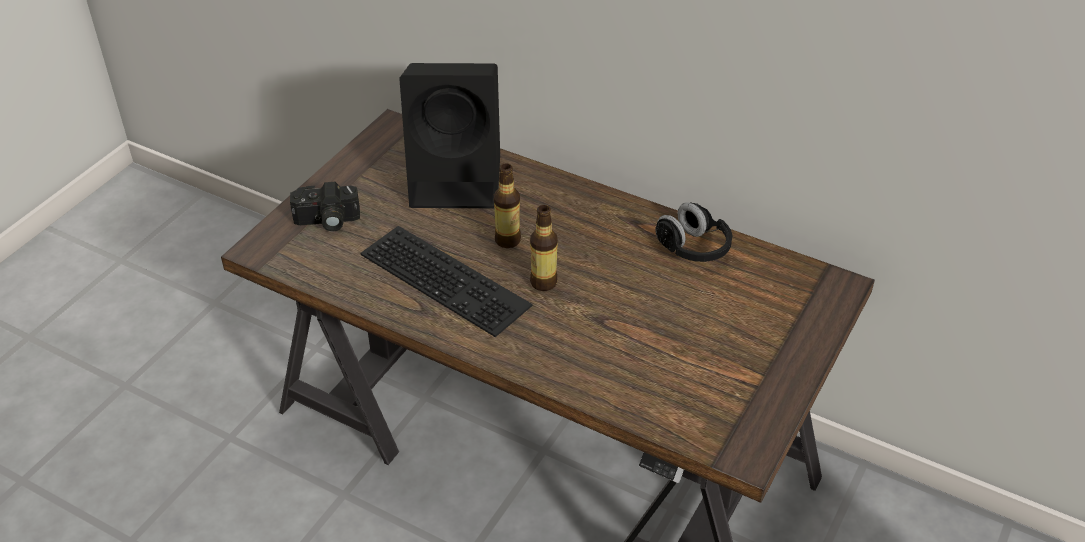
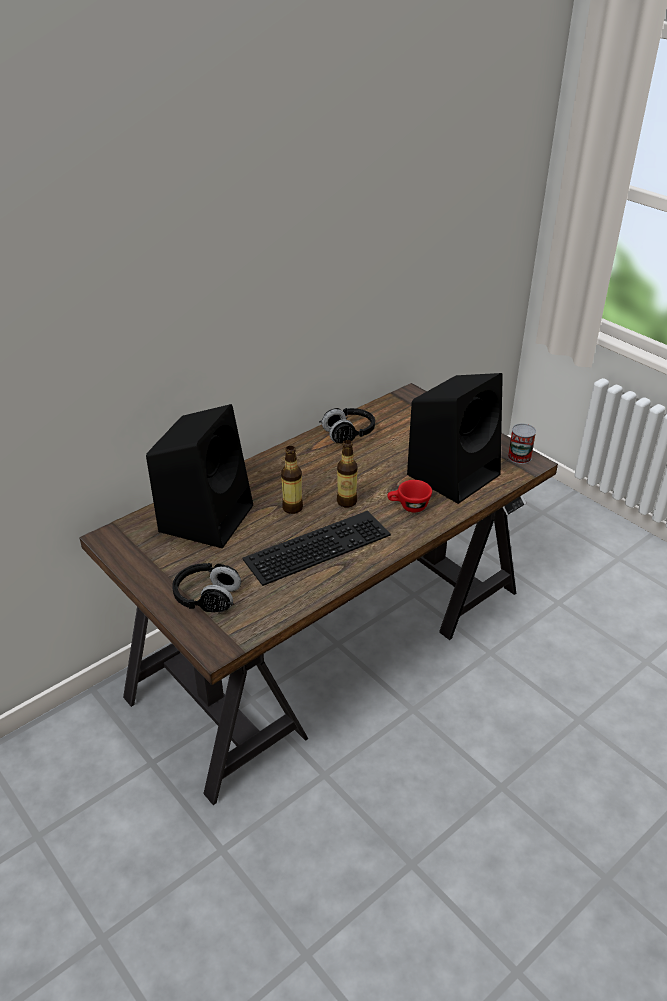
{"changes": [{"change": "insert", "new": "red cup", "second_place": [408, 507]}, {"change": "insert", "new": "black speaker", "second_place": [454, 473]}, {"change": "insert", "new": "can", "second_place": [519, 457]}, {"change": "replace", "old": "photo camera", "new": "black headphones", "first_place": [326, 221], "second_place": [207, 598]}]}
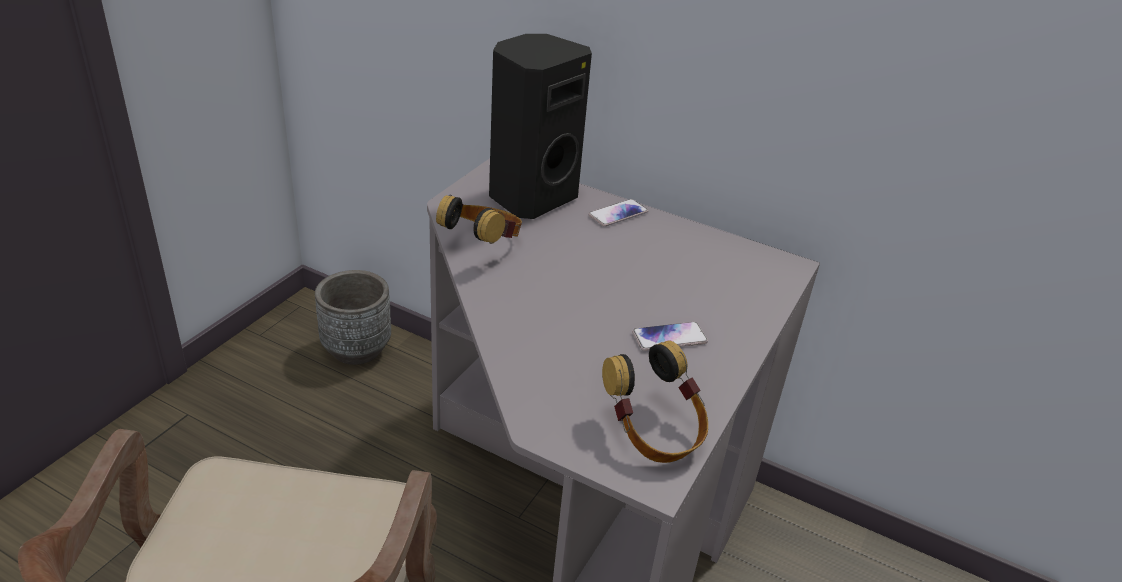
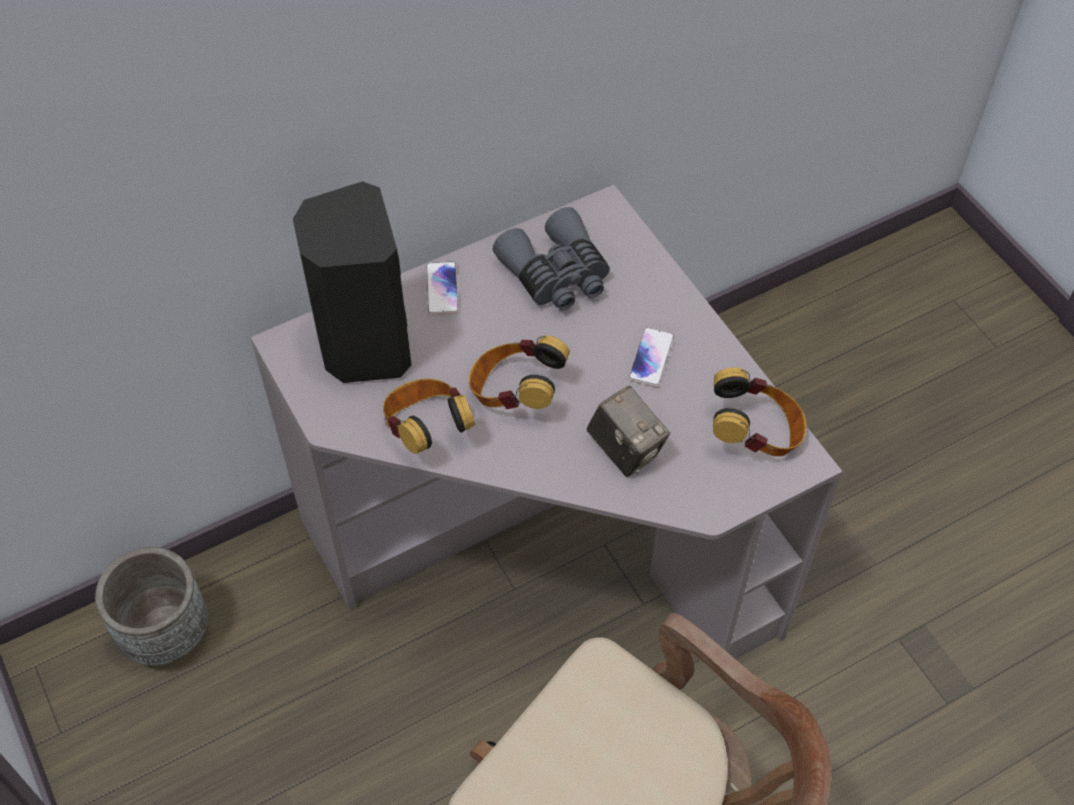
{"changes": [{"change": "insert", "new": "headphones", "second_place": [515, 393]}, {"change": "insert", "new": "grey binoculars", "second_place": [556, 274]}, {"change": "insert", "new": "photo camera", "second_place": [625, 450]}]}
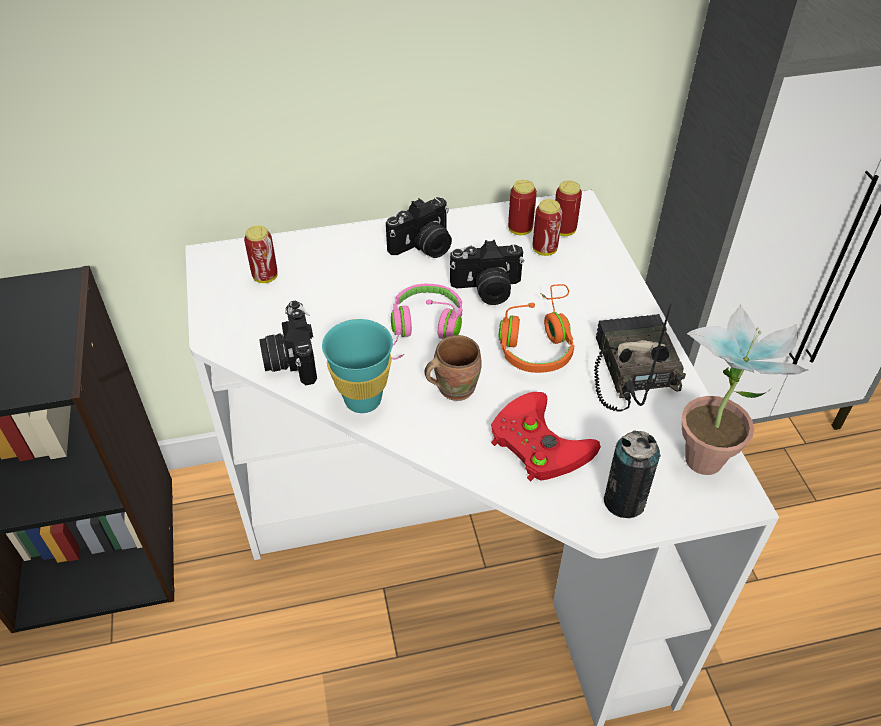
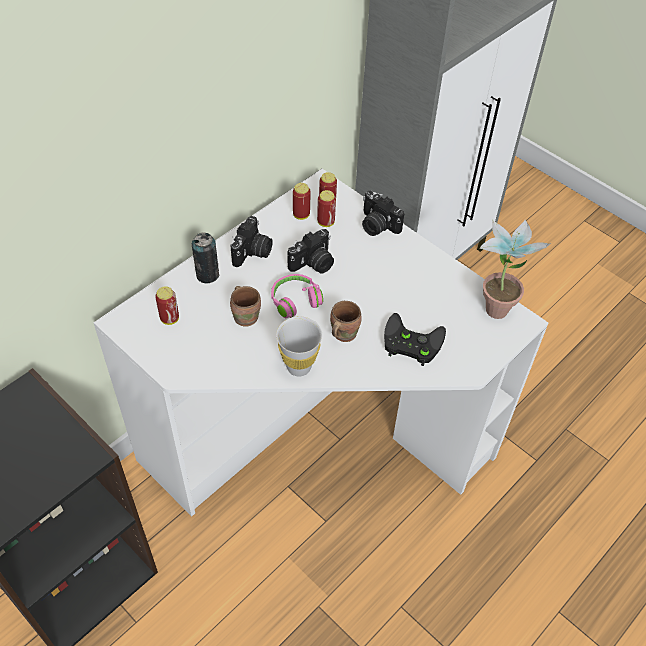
{"changes": [{"change": "delete", "old": "orange headphones", "first_place": [537, 341]}, {"change": "delete", "old": "radio", "first_place": [630, 369]}, {"change": "insert", "new": "brown mug", "second_place": [246, 316]}, {"change": "move", "old": "photo camera", "first_place": [290, 359], "second_place": [377, 225]}, {"change": "move", "old": "can", "first_place": [624, 501], "second_place": [207, 275]}, {"change": "recolor", "old": "turquoise cup", "new": "white cup", "first_place": [363, 400], "second_place": [299, 367]}, {"change": "recolor", "old": "red game controller", "new": "black game controller", "first_place": [535, 442], "second_place": [409, 343]}]}
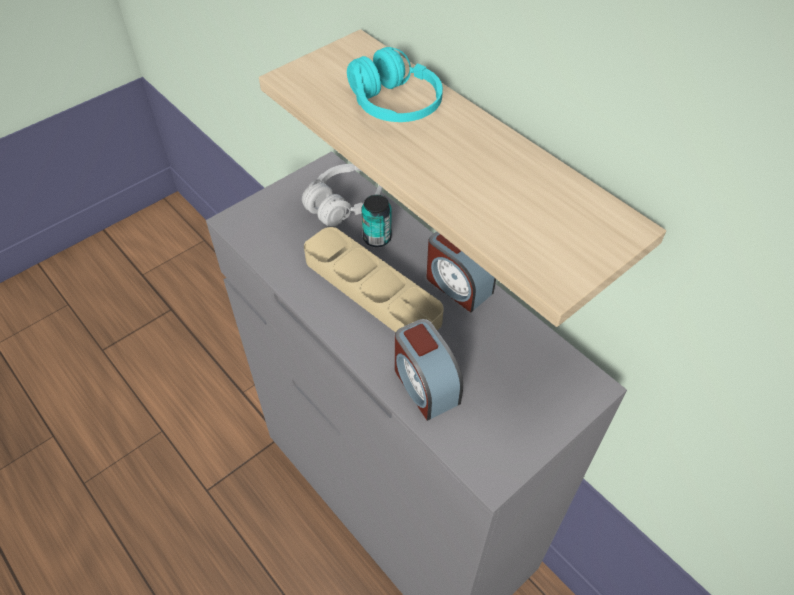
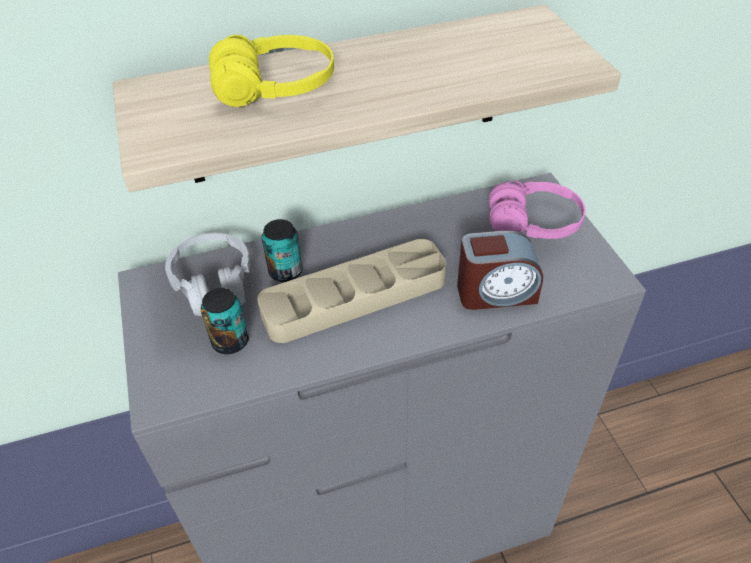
{"changes": [{"change": "delete", "old": "alarm clock", "first_place": [457, 285]}, {"change": "insert", "new": "can", "second_place": [230, 341]}, {"change": "insert", "new": "pink headphones", "second_place": [533, 223]}, {"change": "recolor", "old": "turquoise headphones", "new": "yellow headphones", "first_place": [394, 104], "second_place": [275, 88]}]}
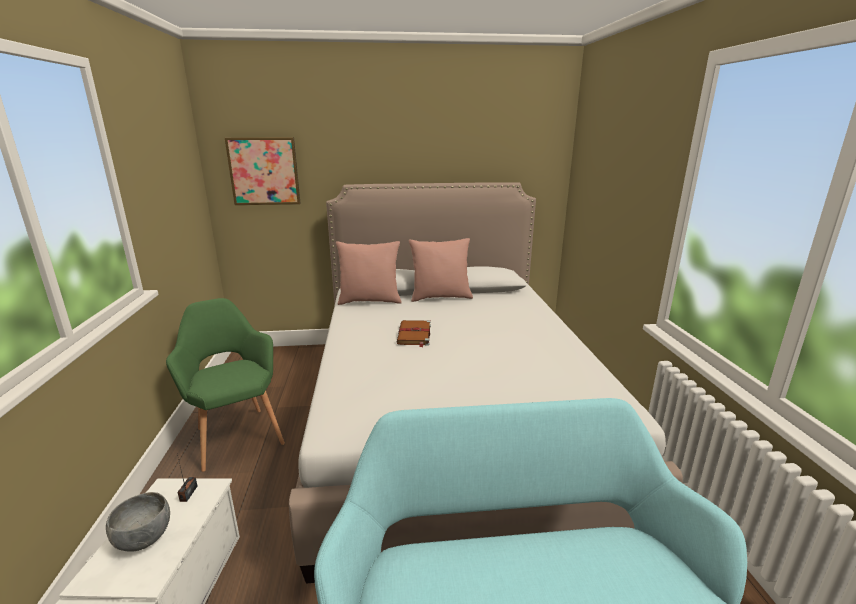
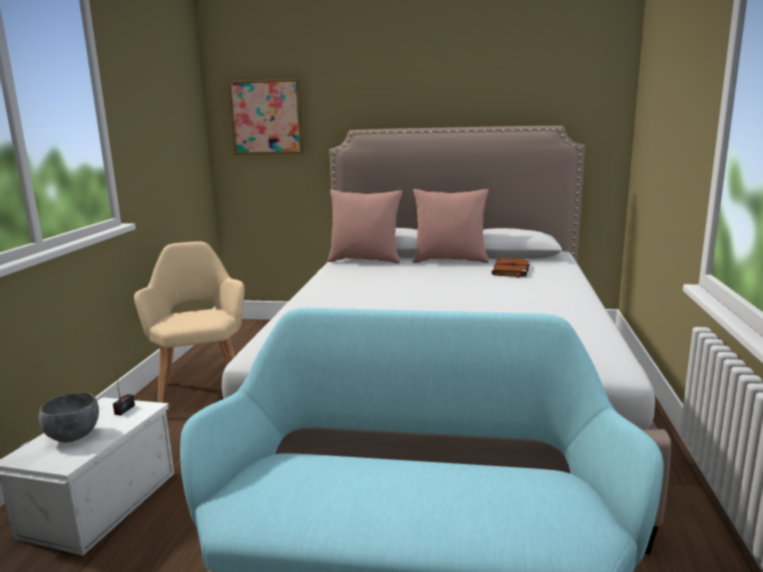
{"changes": [{"change": "move", "old": "brown book", "first_place": [414, 335], "second_place": [511, 270]}, {"change": "recolor", "old": "green armchair", "new": "beige armchair", "first_place": [236, 434], "second_place": [202, 391]}]}
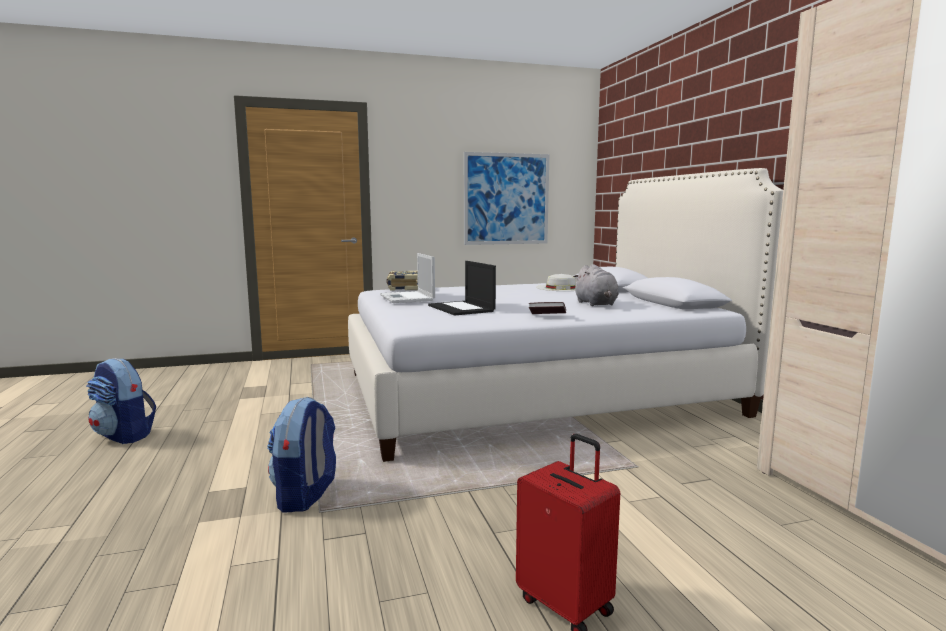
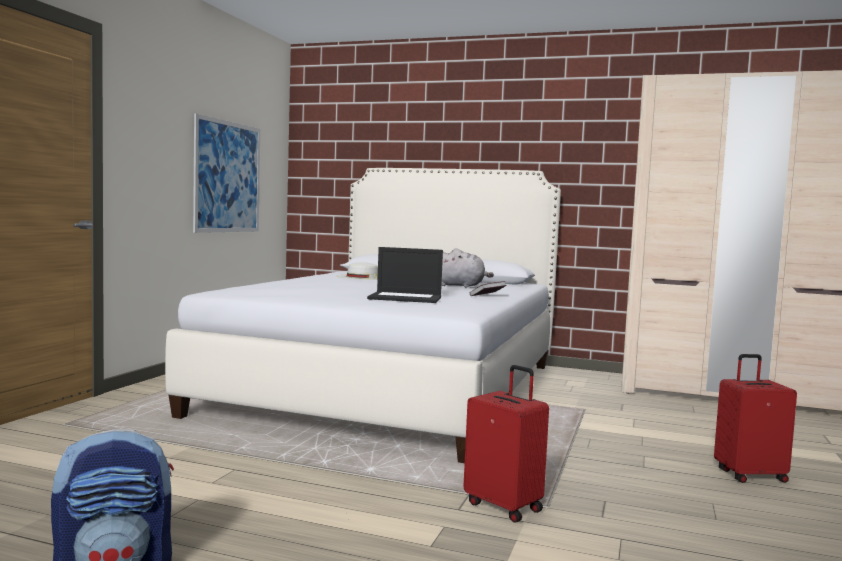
{"changes": [{"change": "delete", "old": "laptop", "first_place": [407, 298]}, {"change": "delete", "old": "book", "first_place": [403, 288]}, {"change": "replace", "old": "backpack", "new": "red suitcase", "first_place": [306, 496], "second_place": [504, 506]}]}
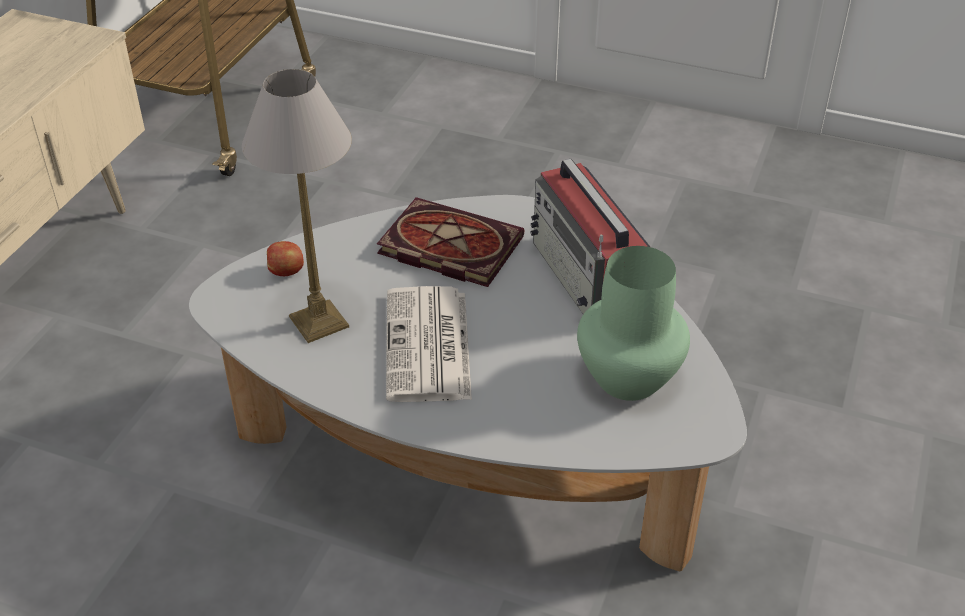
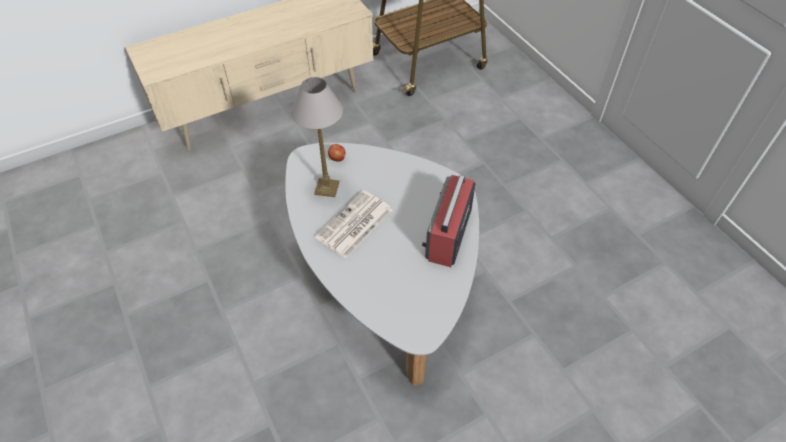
{"changes": [{"change": "delete", "old": "book", "first_place": [446, 247]}, {"change": "delete", "old": "green vase", "first_place": [627, 377]}]}
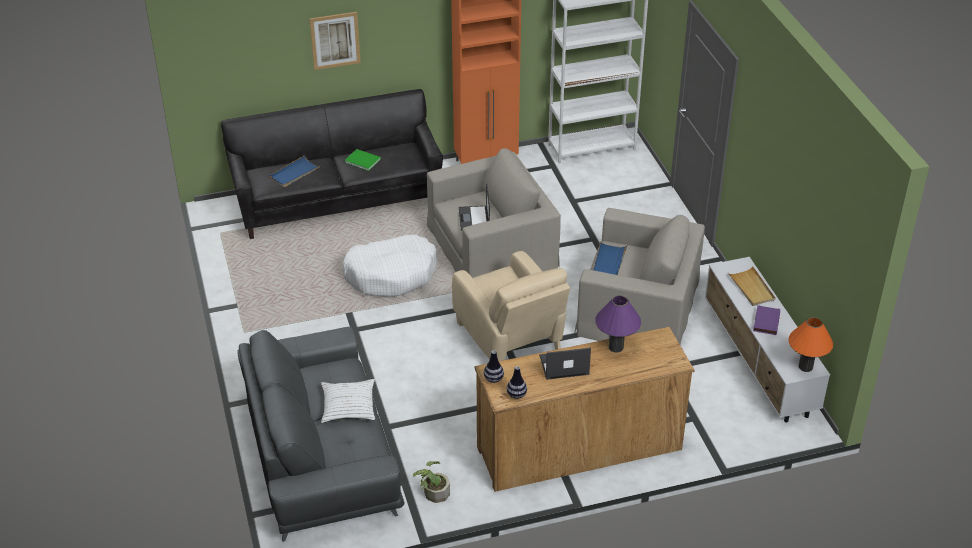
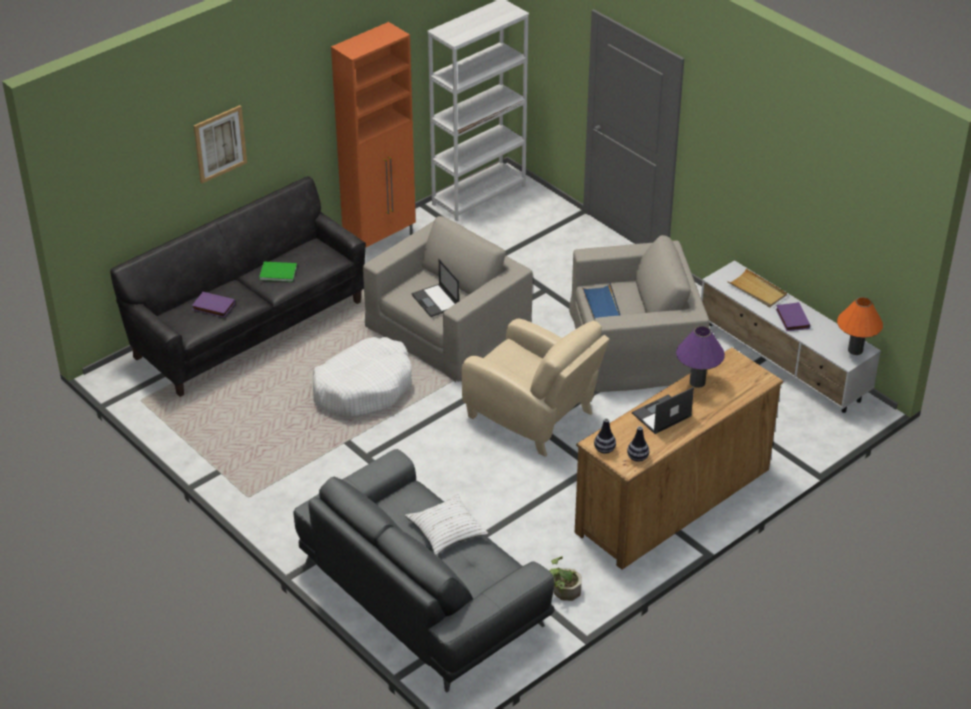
{"changes": [{"change": "replace", "old": "blue tray", "new": "purple book", "first_place": [294, 173], "second_place": [213, 307]}]}
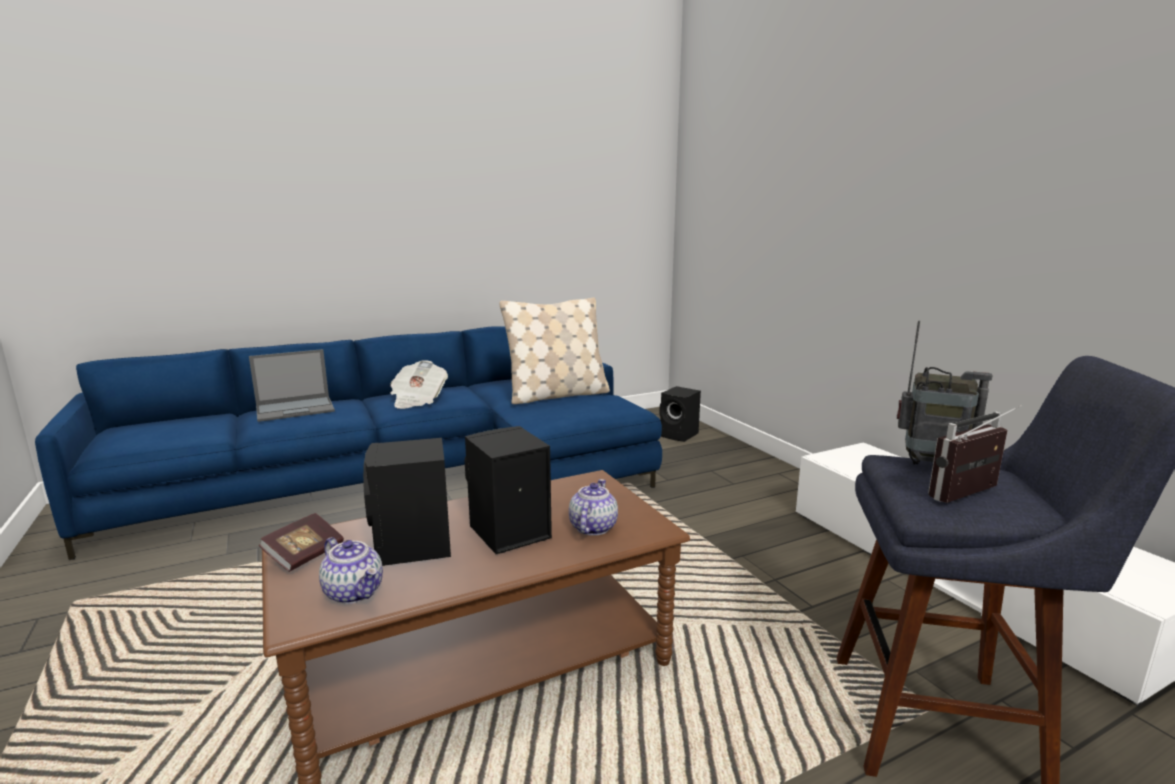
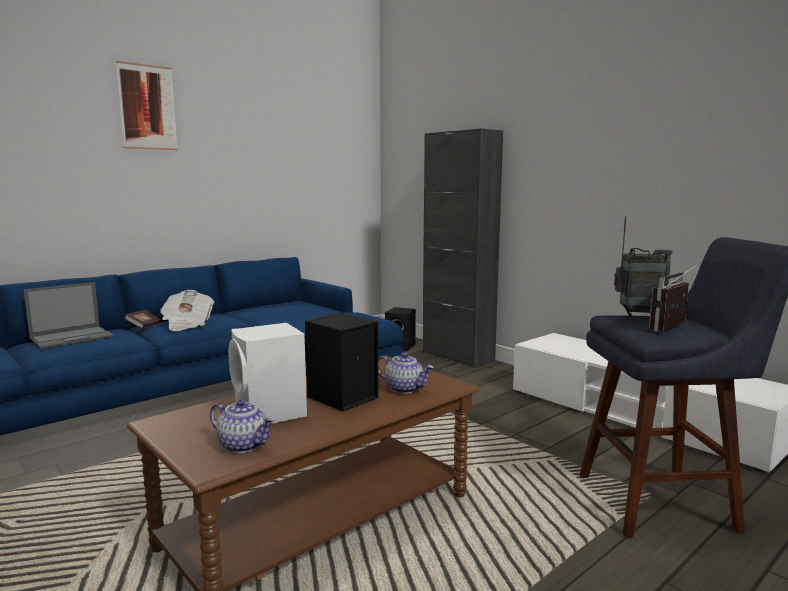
{"changes": [{"change": "delete", "old": "beige pillow", "first_place": [557, 395]}, {"change": "insert", "new": "picture", "second_place": [147, 107]}, {"change": "insert", "new": "black cabinet", "second_place": [457, 356]}, {"change": "move", "old": "book", "first_place": [304, 555], "second_place": [144, 326]}, {"change": "recolor", "old": "black speaker", "new": "white speaker", "first_place": [413, 548], "second_place": [270, 415]}, {"change": "rotate", "old": "teapot", "first_place": [592, 527], "second_place": [404, 389], "degrees": 120}]}
